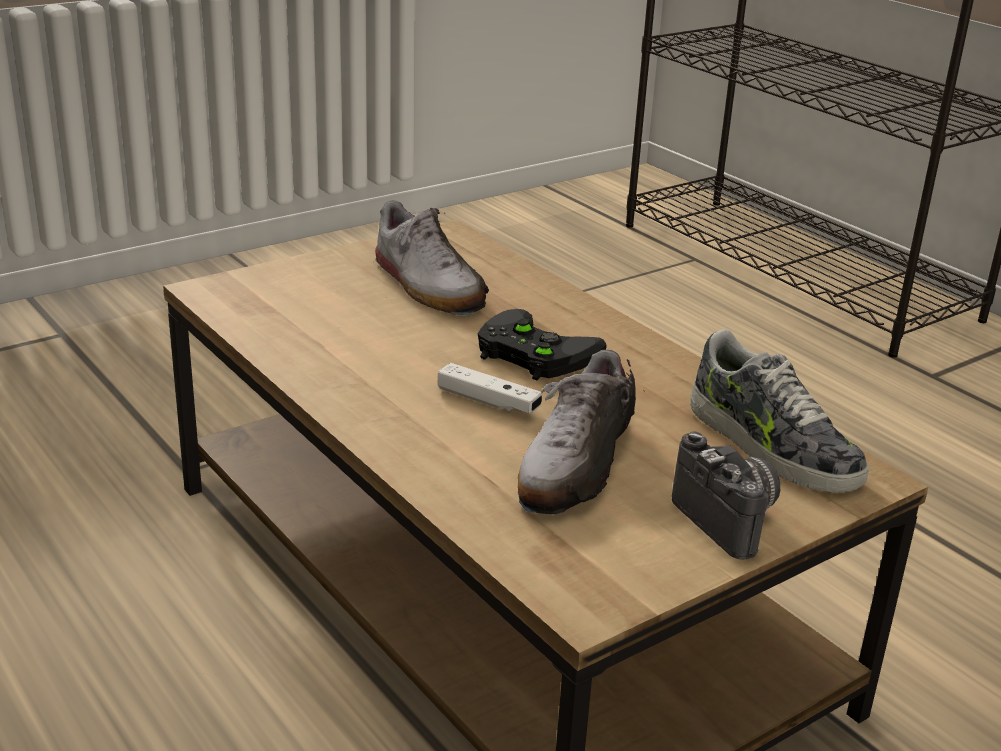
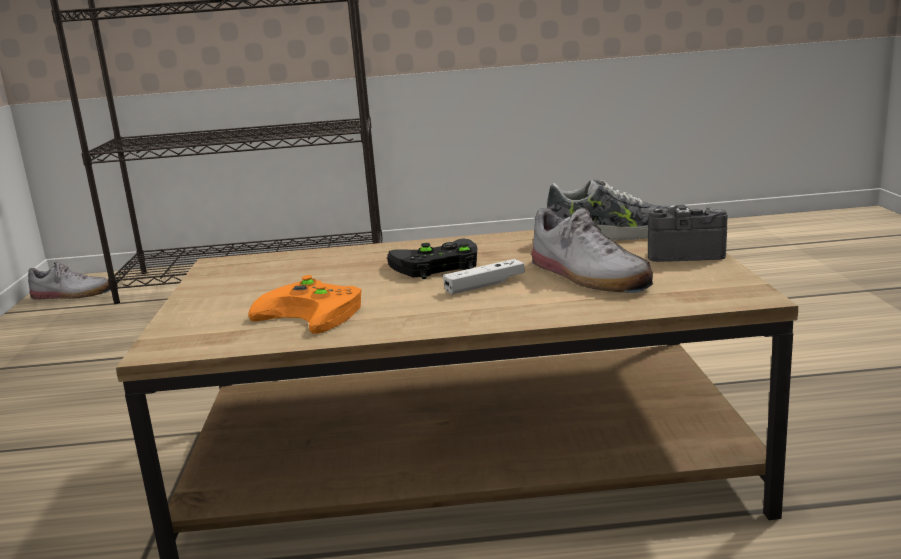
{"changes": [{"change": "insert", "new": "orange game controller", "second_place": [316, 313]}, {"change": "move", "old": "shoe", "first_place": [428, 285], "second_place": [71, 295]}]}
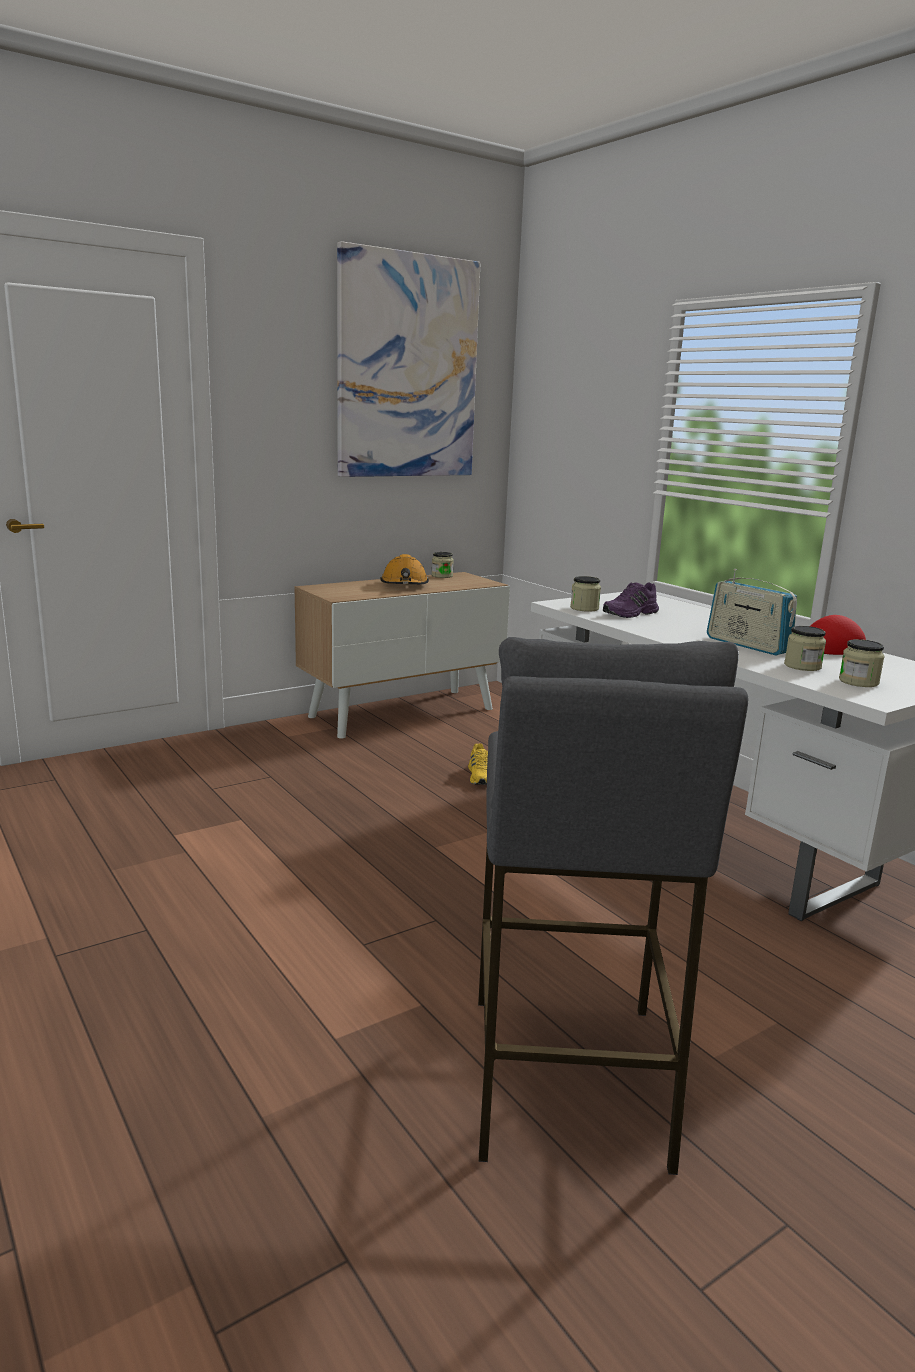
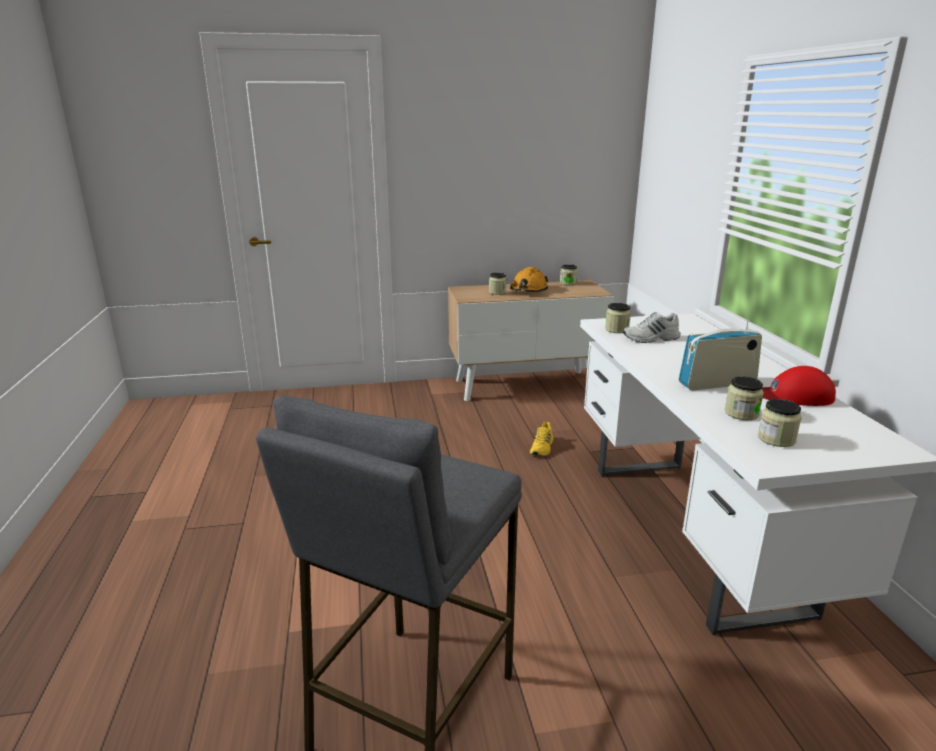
{"changes": [{"change": "delete", "old": "picture", "first_place": [407, 368]}, {"change": "insert", "new": "jar", "second_place": [497, 292]}, {"change": "recolor", "old": "purple shoe", "new": "white shoe", "first_place": [631, 613], "second_place": [651, 338]}, {"change": "rotate", "old": "radio", "first_place": [747, 645], "second_place": [717, 383], "degrees": 90}]}
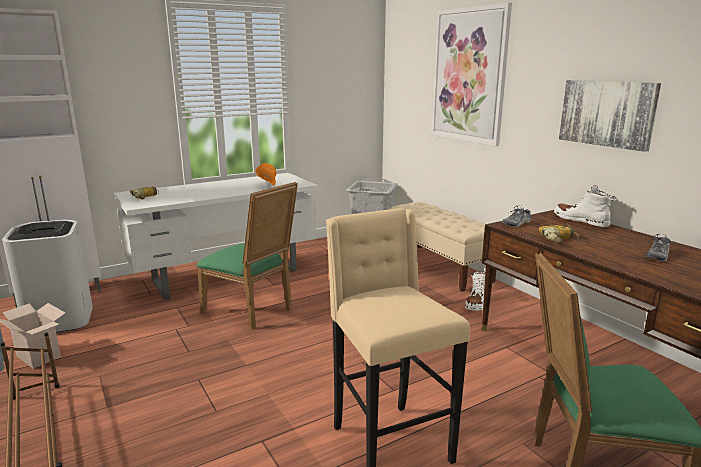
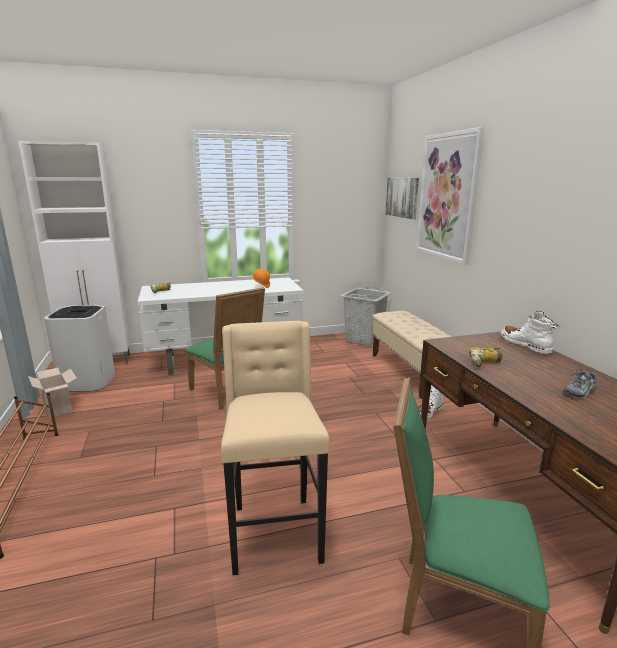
{"changes": [{"change": "delete", "old": "shoe", "first_place": [516, 224]}, {"change": "move", "old": "picture", "first_place": [607, 113], "second_place": [402, 197]}]}
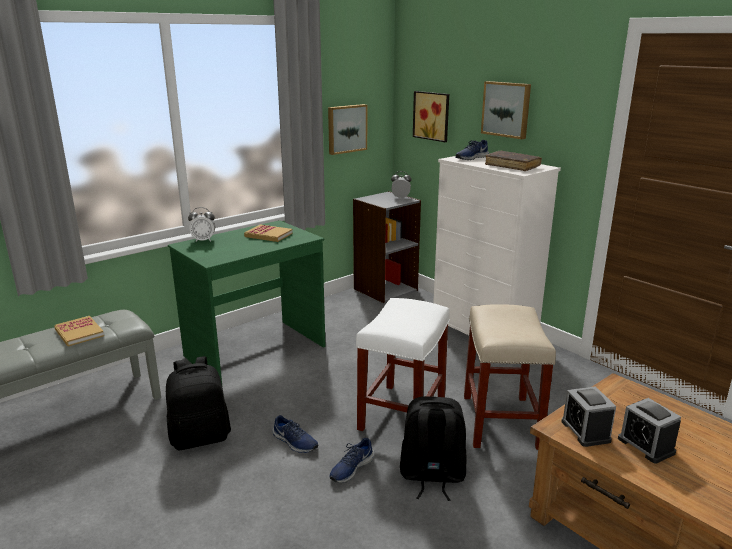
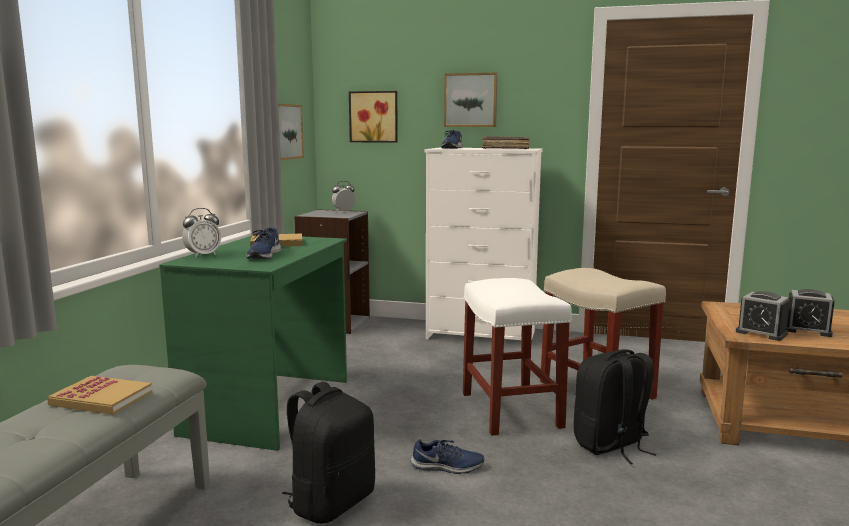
{"changes": [{"change": "move", "old": "blue shoe", "first_place": [351, 468], "second_place": [263, 255]}]}
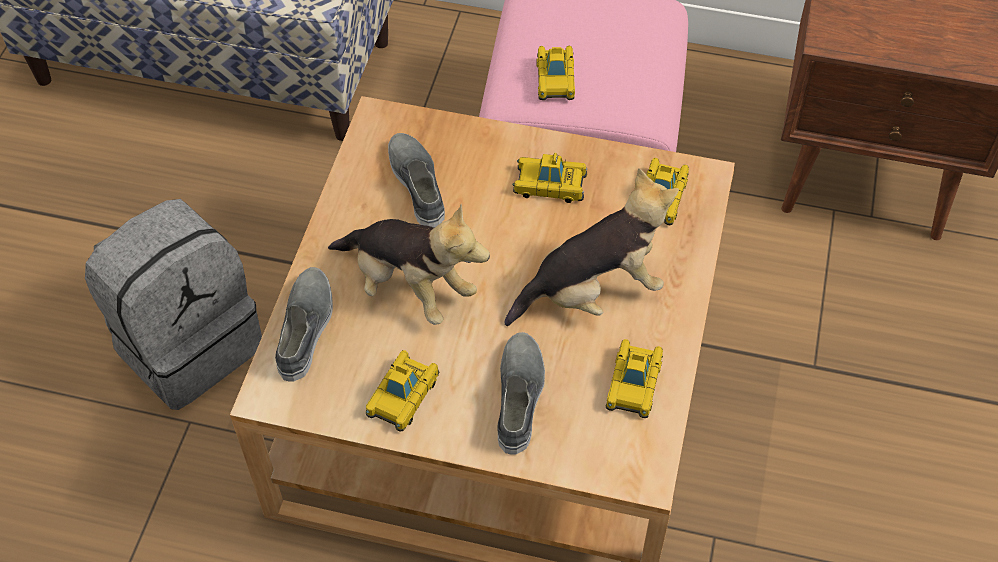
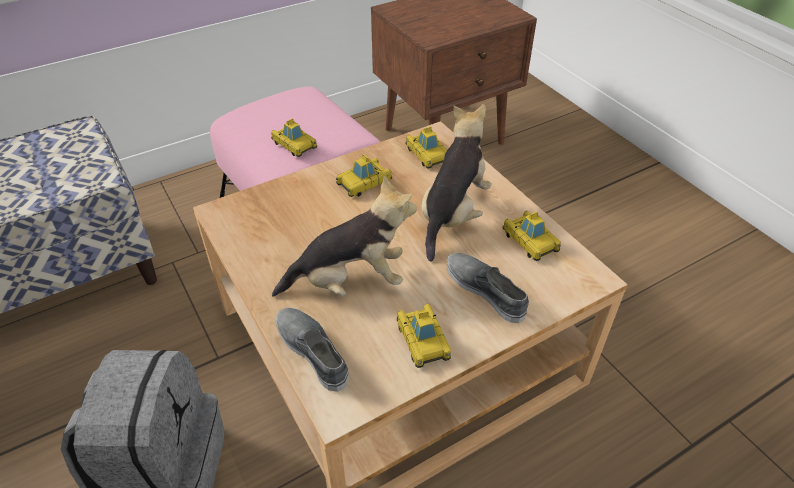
{"changes": [{"change": "delete", "old": "grey shoe", "first_place": [418, 184]}]}
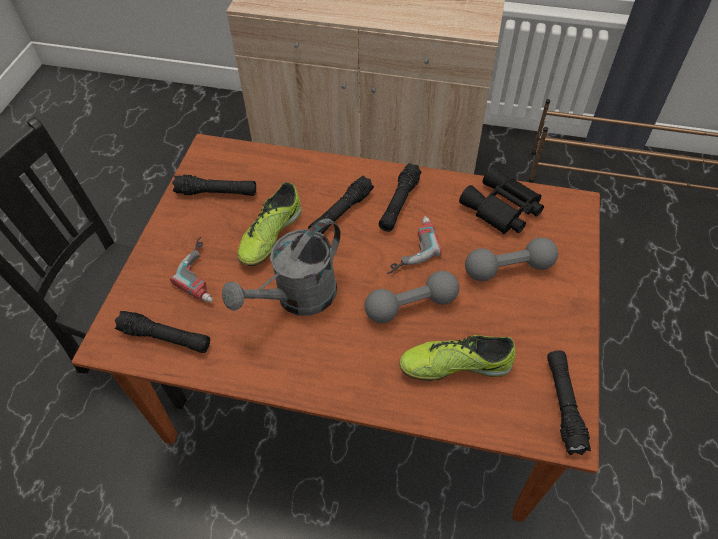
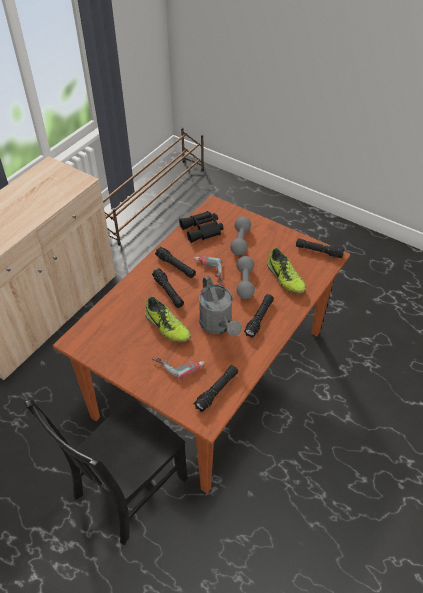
{"changes": [{"change": "move", "old": "black flashlight", "first_place": [217, 192], "second_place": [259, 318]}, {"change": "rotate", "old": "shoe", "first_place": [455, 365], "second_place": [285, 278], "degrees": -45}]}
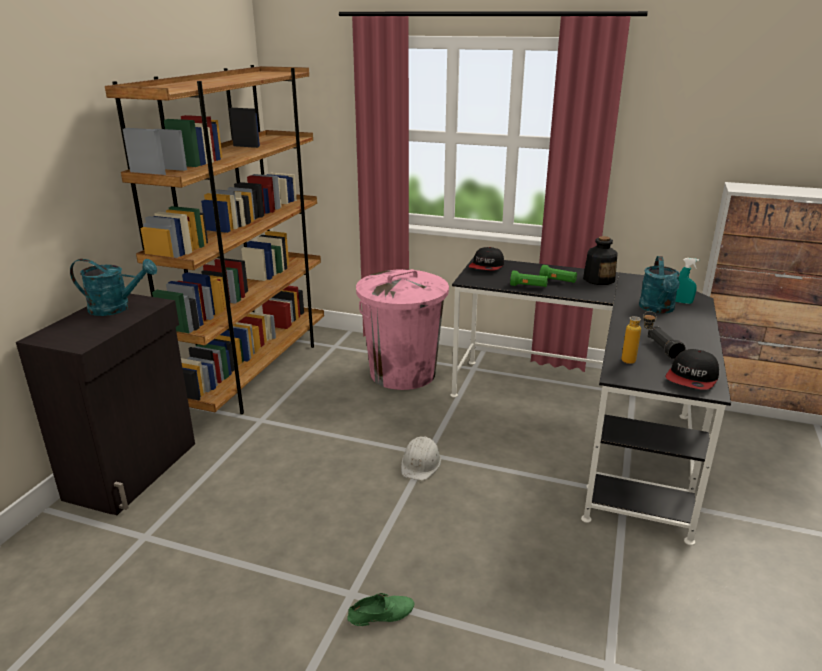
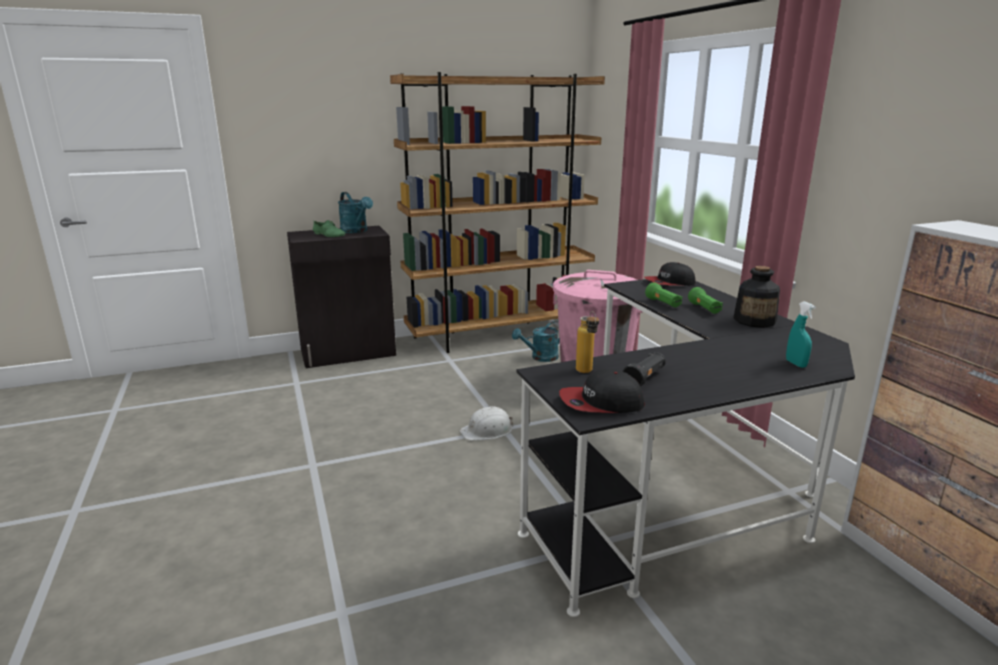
{"changes": [{"change": "move", "old": "green shoe", "first_place": [381, 613], "second_place": [329, 235]}, {"change": "move", "old": "turquoise watering can", "first_place": [658, 309], "second_place": [540, 358]}]}
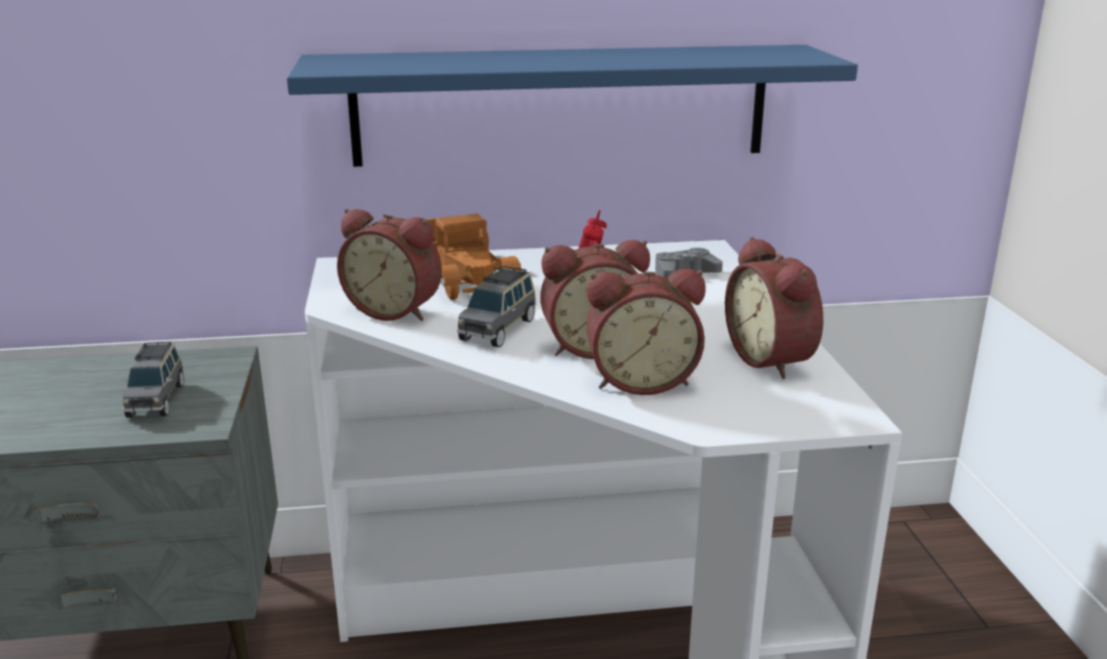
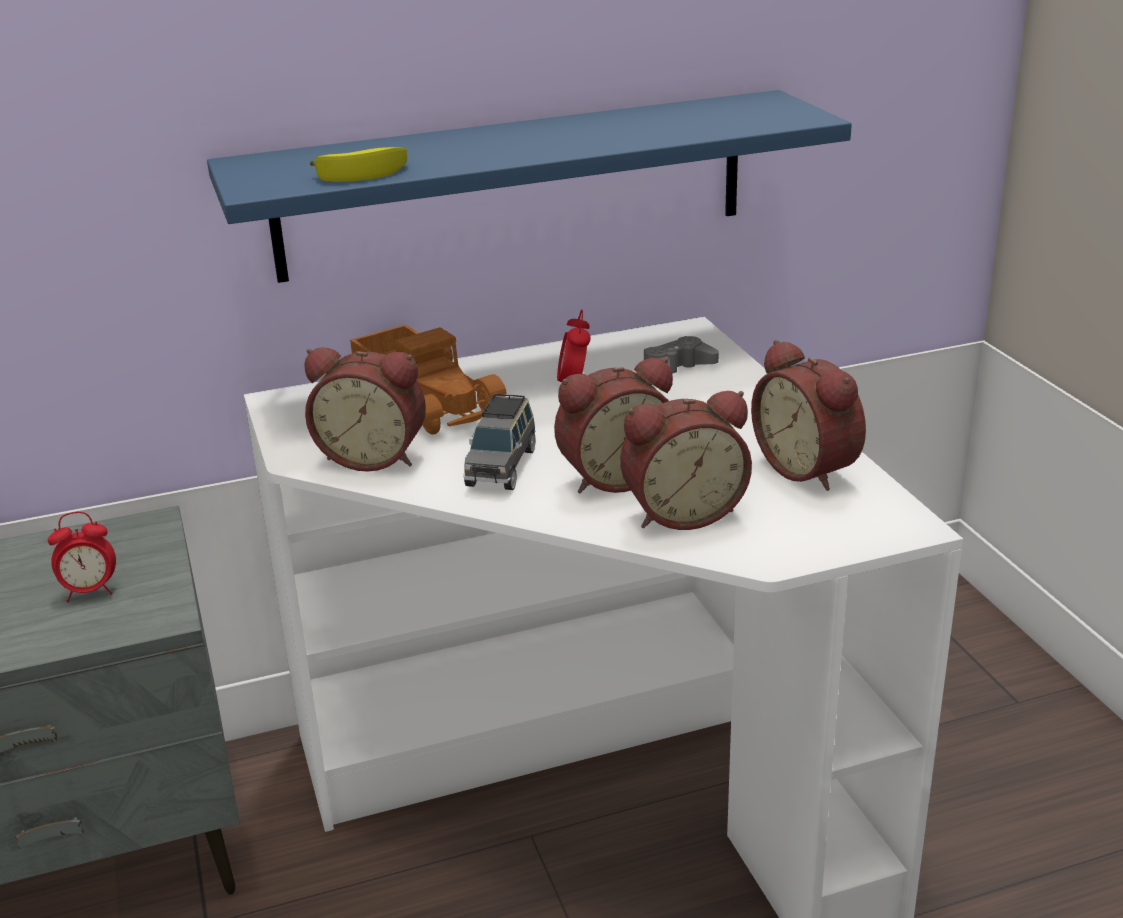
{"changes": [{"change": "insert", "new": "banana", "second_place": [365, 173]}, {"change": "replace", "old": "grey toy car", "new": "alarm clock", "first_place": [156, 400], "second_place": [90, 592]}]}
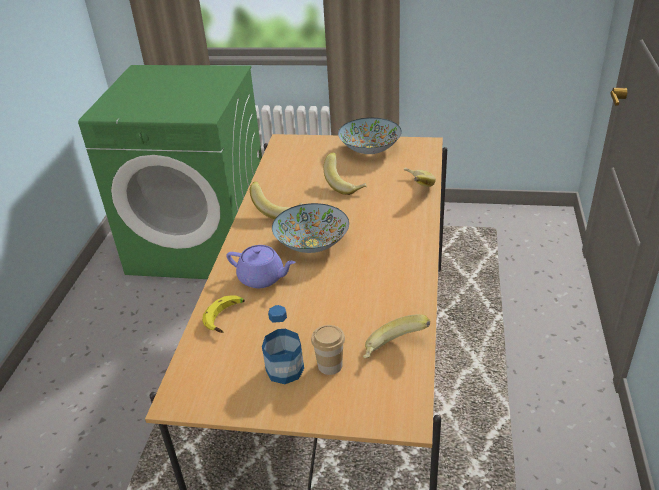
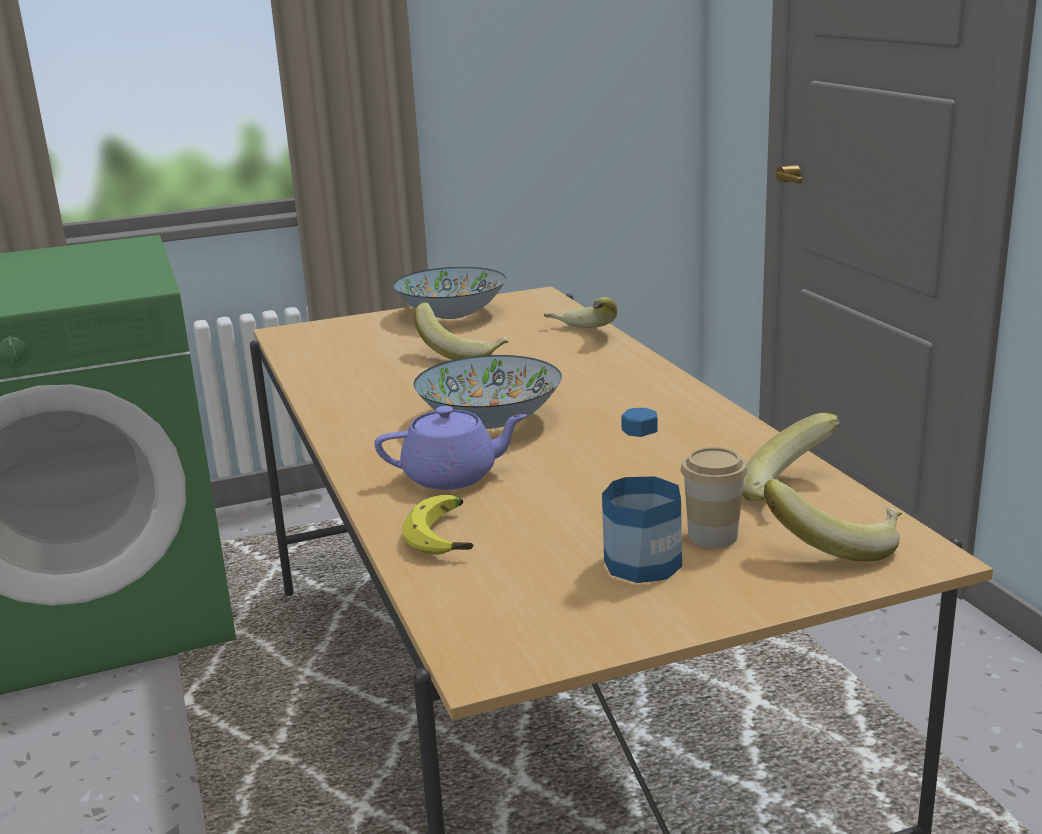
{"changes": [{"change": "move", "old": "banana", "first_place": [277, 211], "second_place": [835, 546]}]}
